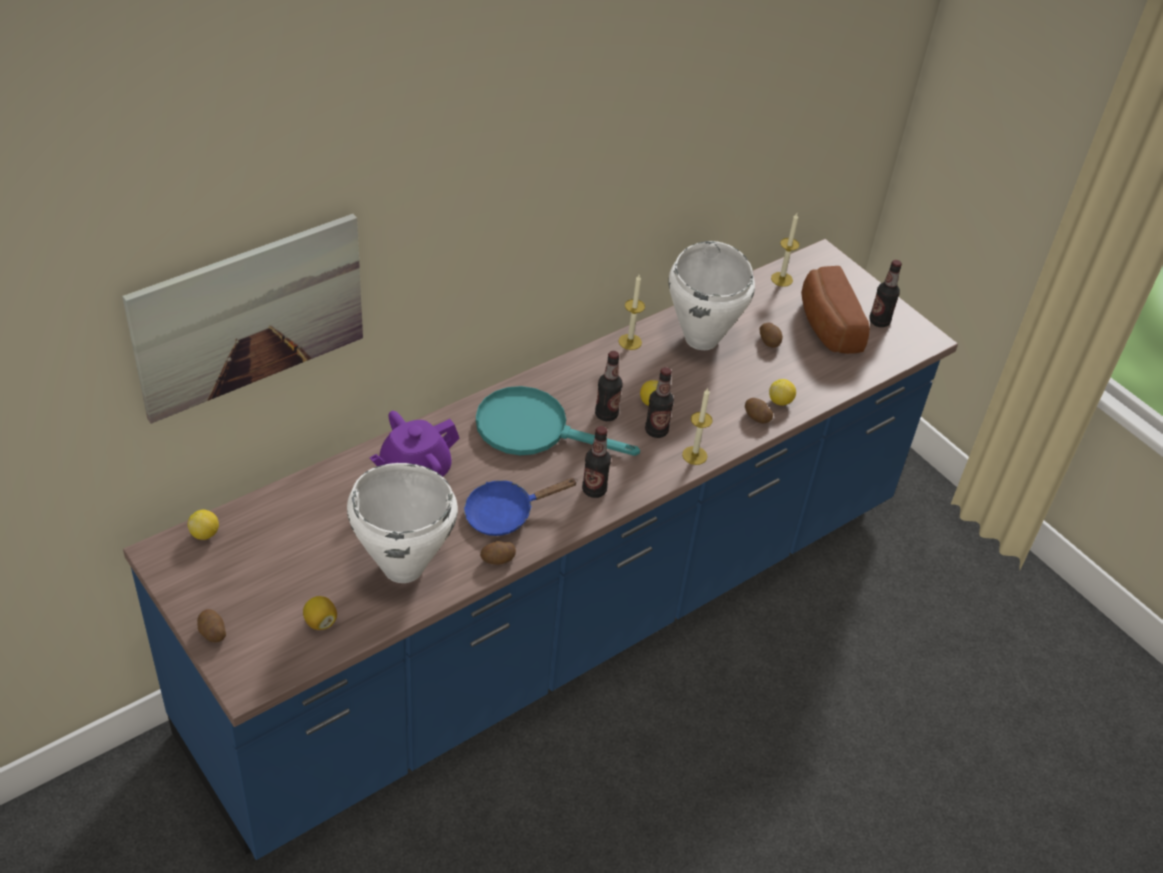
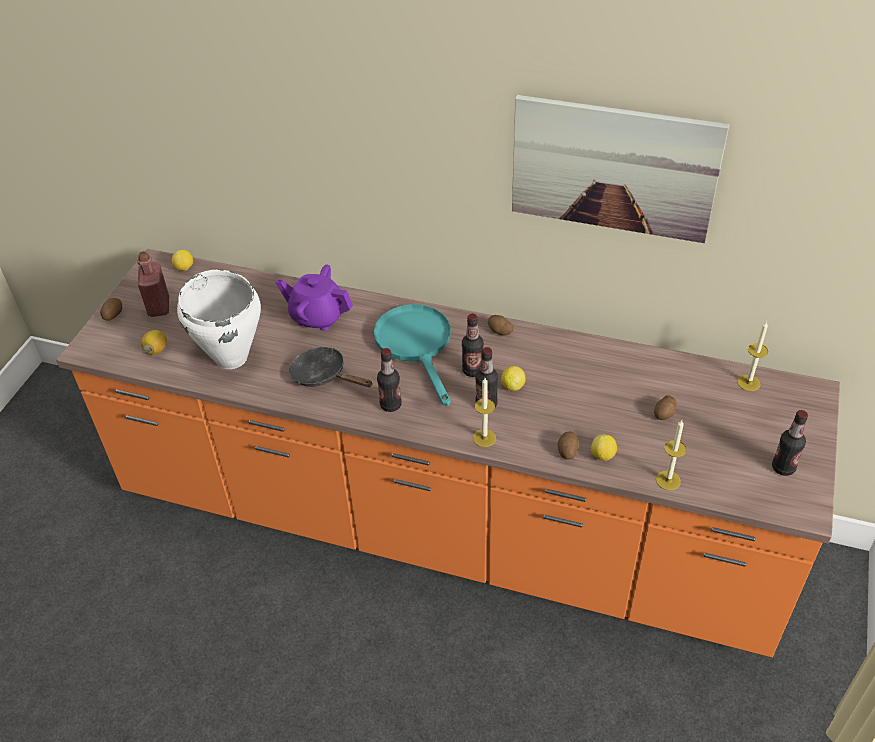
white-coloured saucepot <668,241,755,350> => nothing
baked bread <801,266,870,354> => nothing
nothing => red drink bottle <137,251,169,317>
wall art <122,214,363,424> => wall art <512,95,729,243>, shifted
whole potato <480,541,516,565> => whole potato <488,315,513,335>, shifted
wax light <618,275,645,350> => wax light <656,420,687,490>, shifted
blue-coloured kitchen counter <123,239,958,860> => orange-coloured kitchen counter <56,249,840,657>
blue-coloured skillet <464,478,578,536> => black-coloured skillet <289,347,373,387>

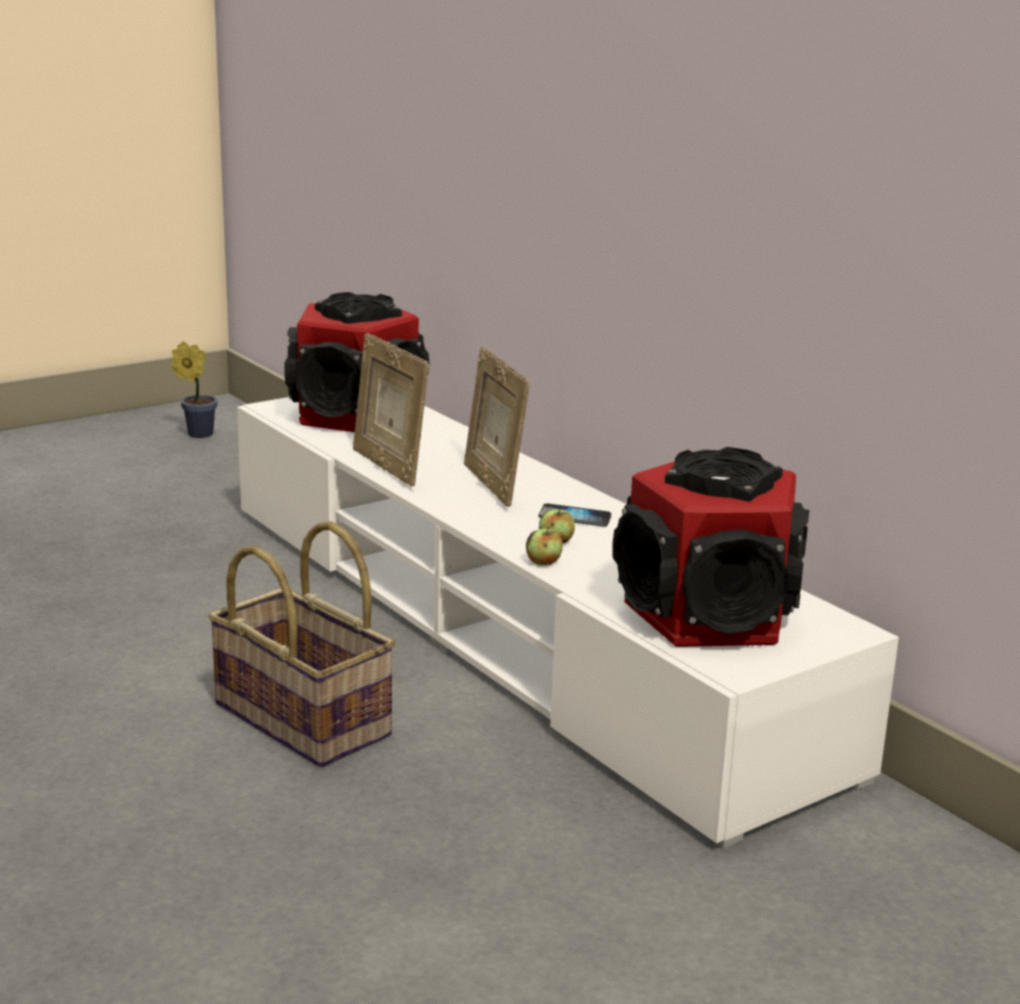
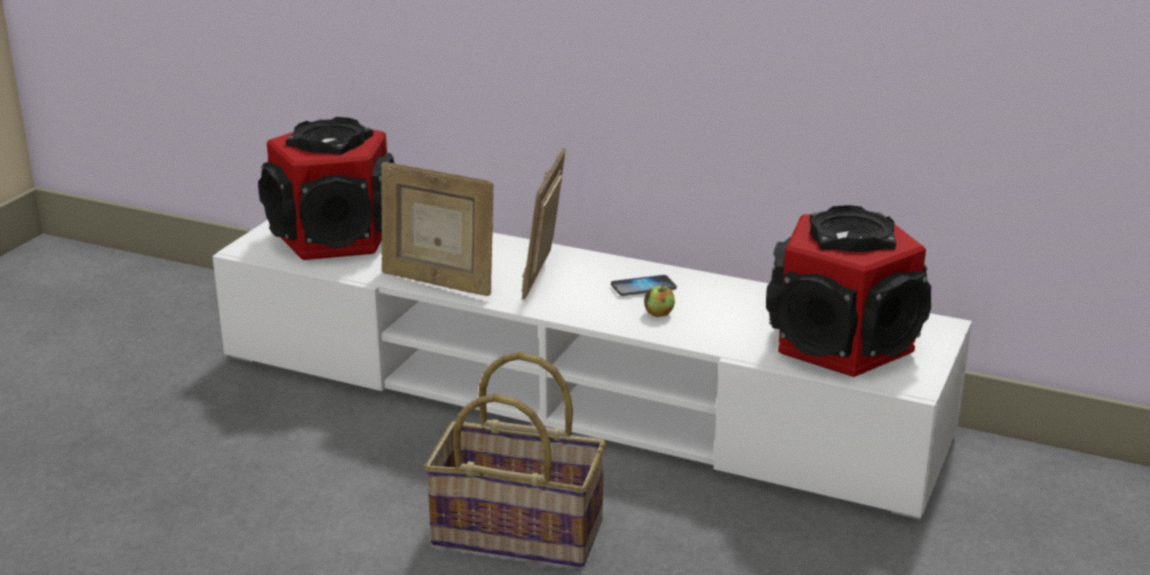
plant in a pot <170,341,218,438> => nothing
apple <526,526,563,565> => nothing
standing frame <464,346,530,507> => standing frame <521,148,565,300>, 60 degrees clockwise

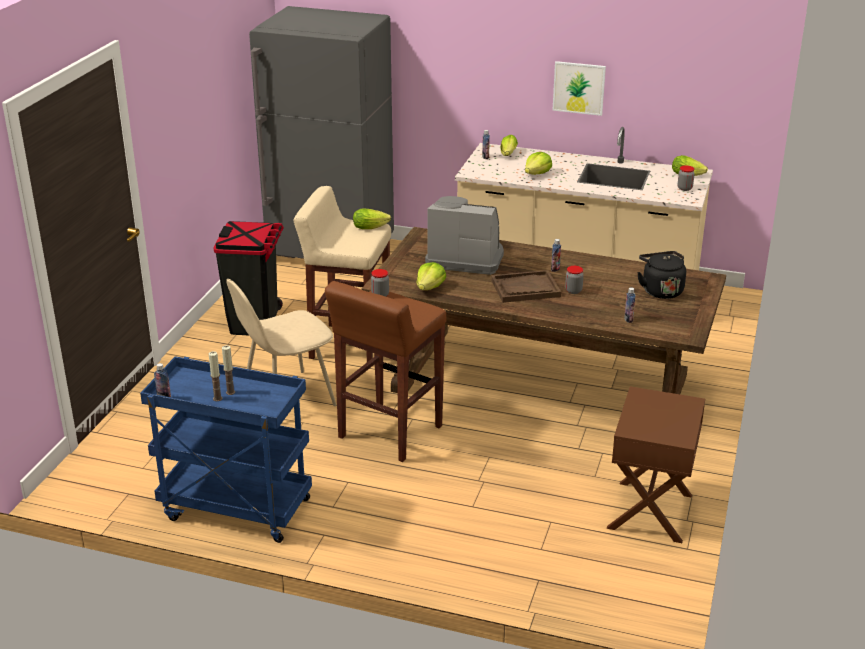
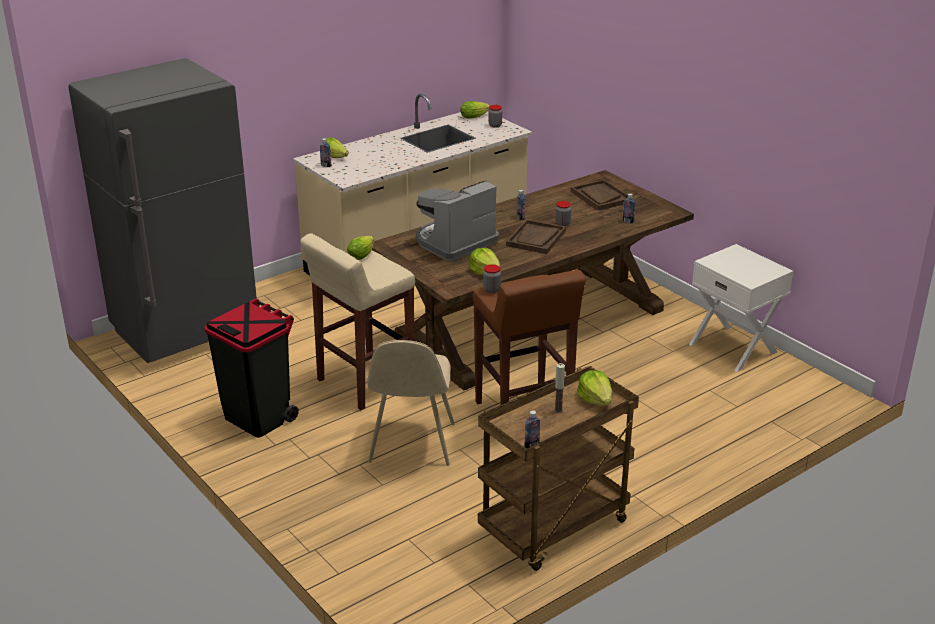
wax light <209,351,222,401> => nothing
wall art <552,61,606,116> => nothing
lettuce <525,152,552,175> => lettuce <577,370,612,406>, shifted
black-coloured kettle <637,251,686,299> => brown tray <570,179,628,211>
blue-coloured wheeled cart <140,356,312,543> => brown wheeled cart <478,366,639,571>
brown nightstand <607,386,705,543> => white-coloured nightstand <689,244,793,372>

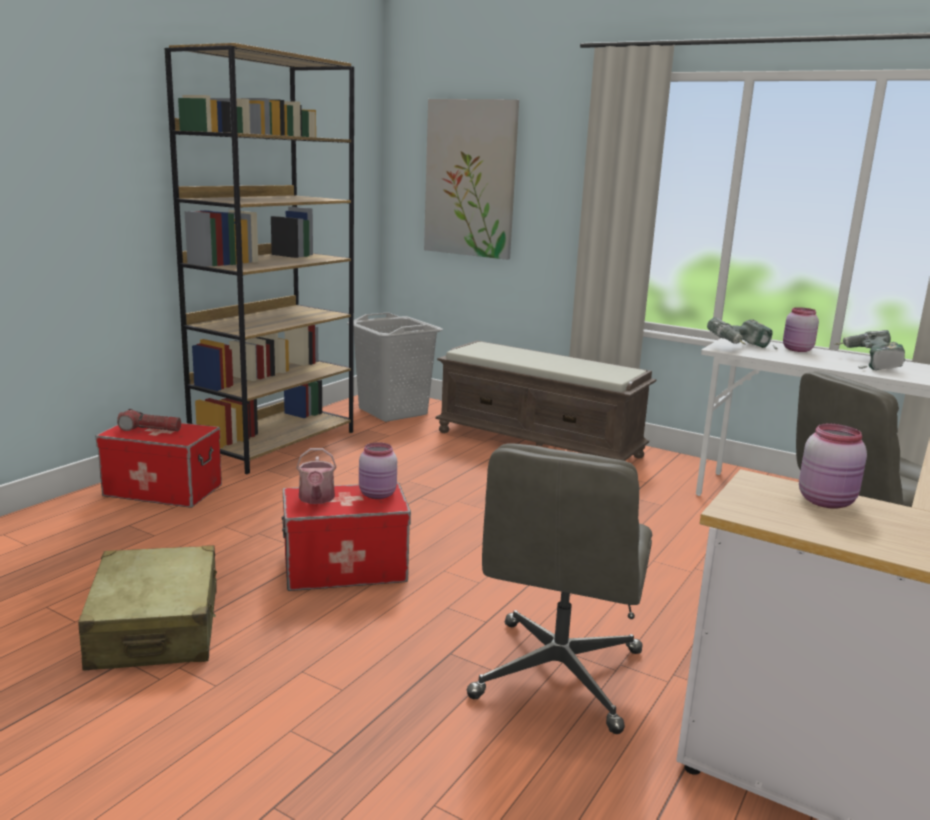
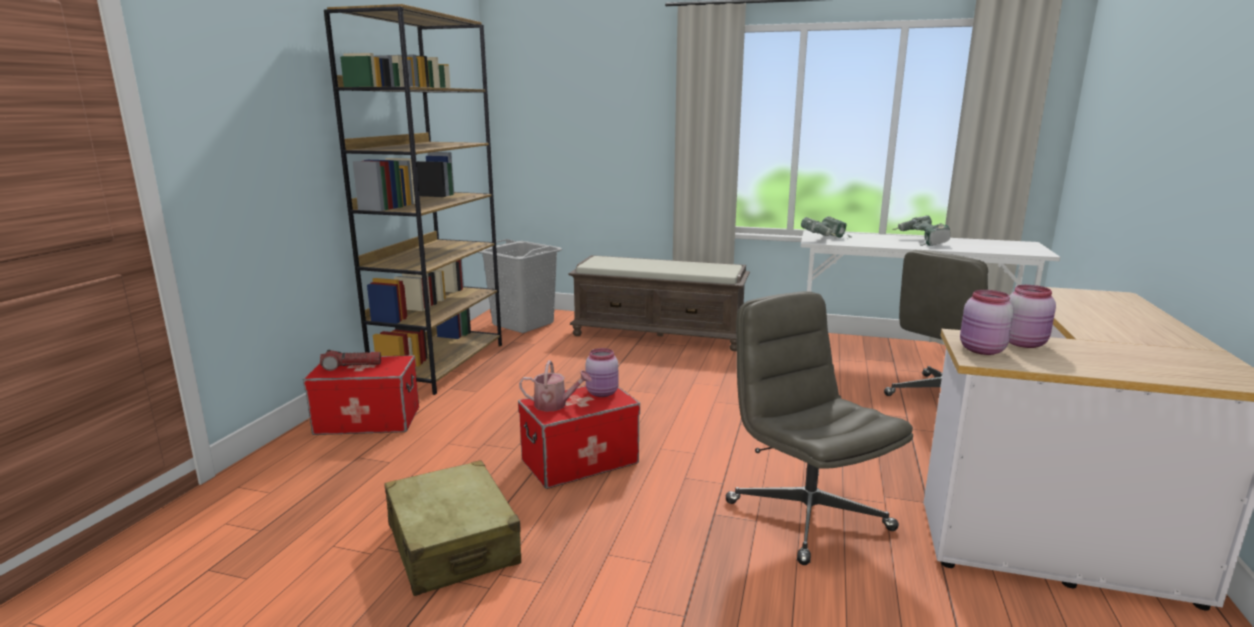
wall art <424,99,519,260> => nothing
pink-coloured jar <783,307,819,352> => pink-coloured jar <960,290,1014,355>, shifted
watering can <296,448,337,504> => watering can <519,360,592,412>, 60 degrees counterclockwise
gray computer chair <467,443,652,734> => gray computer chair <725,291,913,565>, 150 degrees clockwise

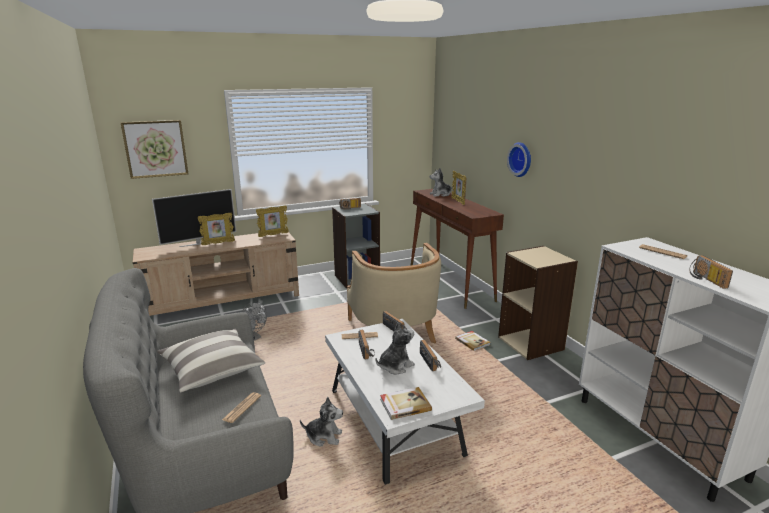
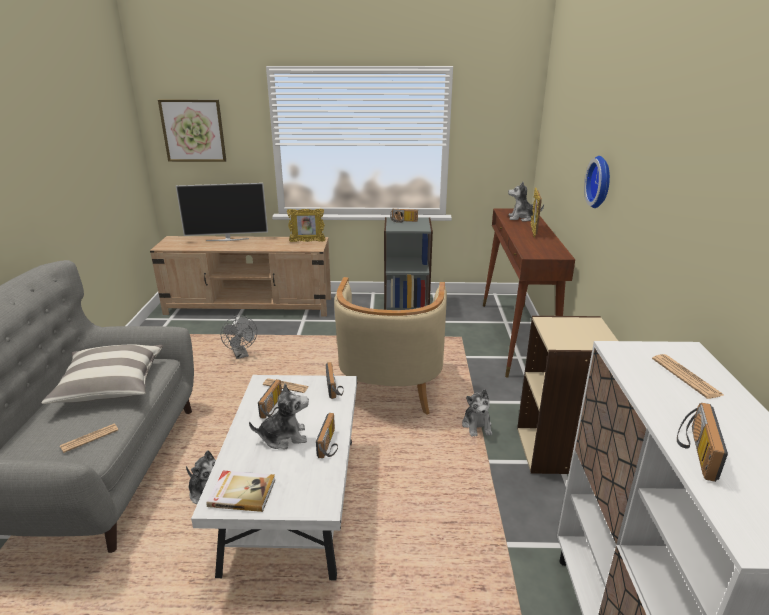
standing frame <198,213,235,245> => nothing
volume <455,331,491,351> => cuddly toy <462,389,492,437>

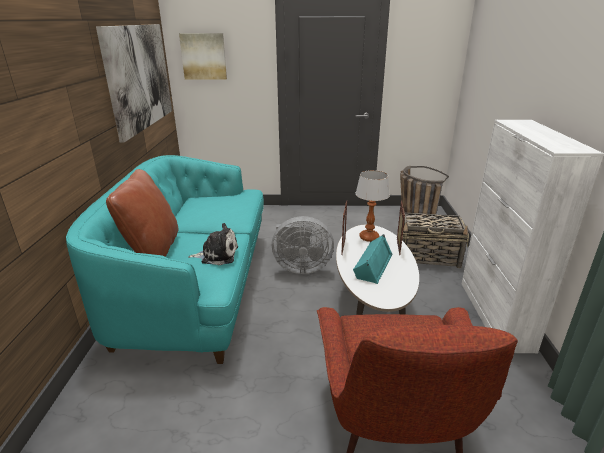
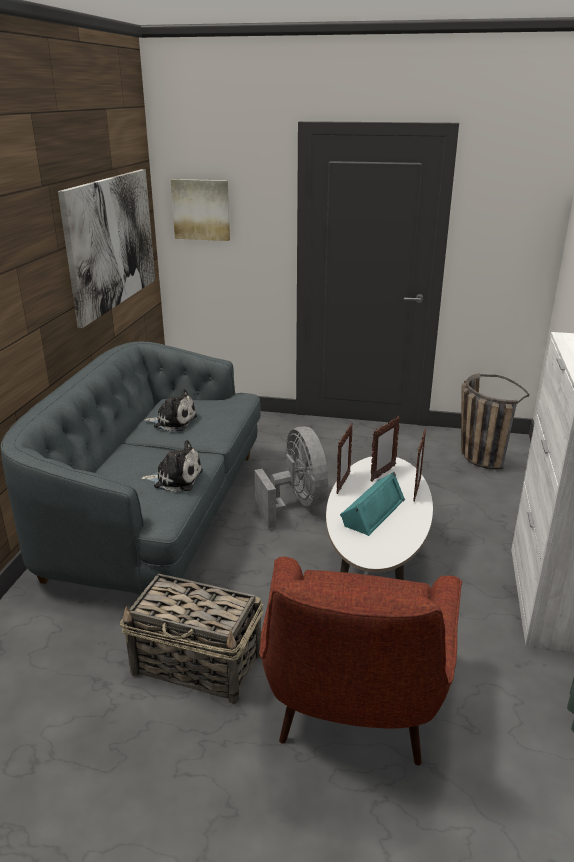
brown cushion <106,169,178,257> => nothing
nothing => cuddly toy <144,389,197,431>
basket <402,213,469,268> => basket <120,574,263,704>, shifted
table lamp <356,170,390,242> => standing frame <370,416,400,482>
turquoise settee <66,155,264,364> => gray settee <1,342,261,595>
gray cooling fan <272,216,334,274> => gray cooling fan <254,427,328,528>, 120 degrees counterclockwise

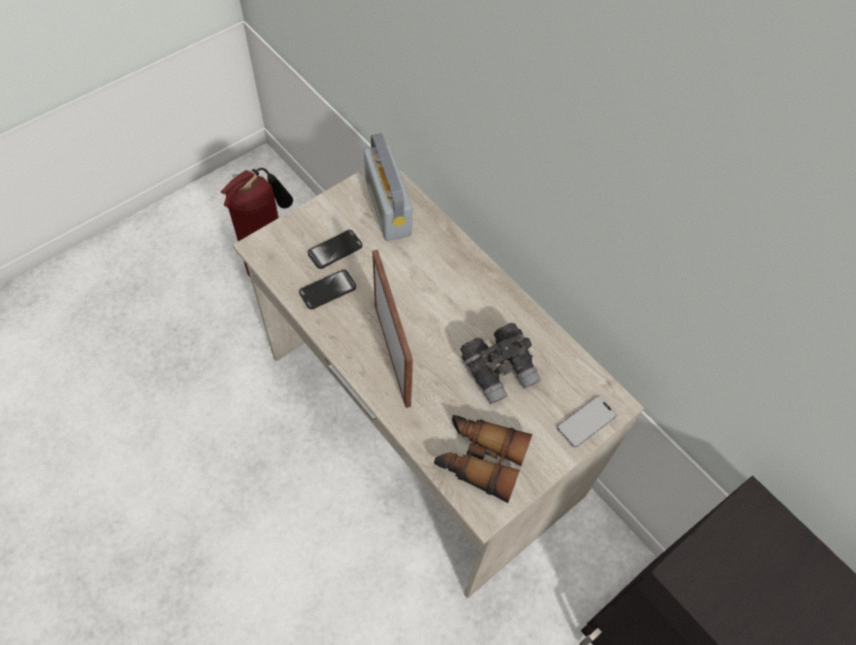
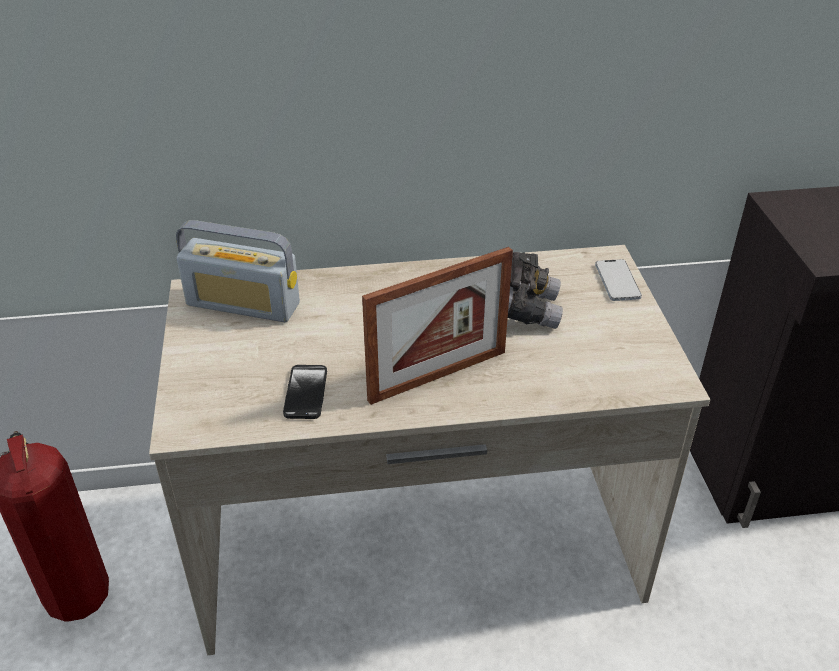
phone <308,230,362,269> => nothing
pair of binoculars <434,415,532,503> => nothing
standing frame <372,250,413,408> => standing frame <362,247,513,405>, 135 degrees clockwise

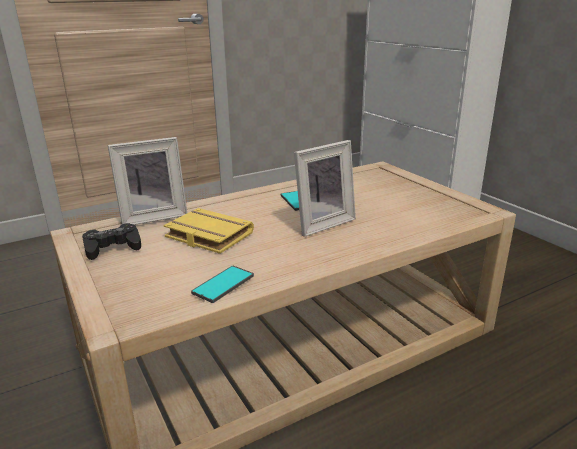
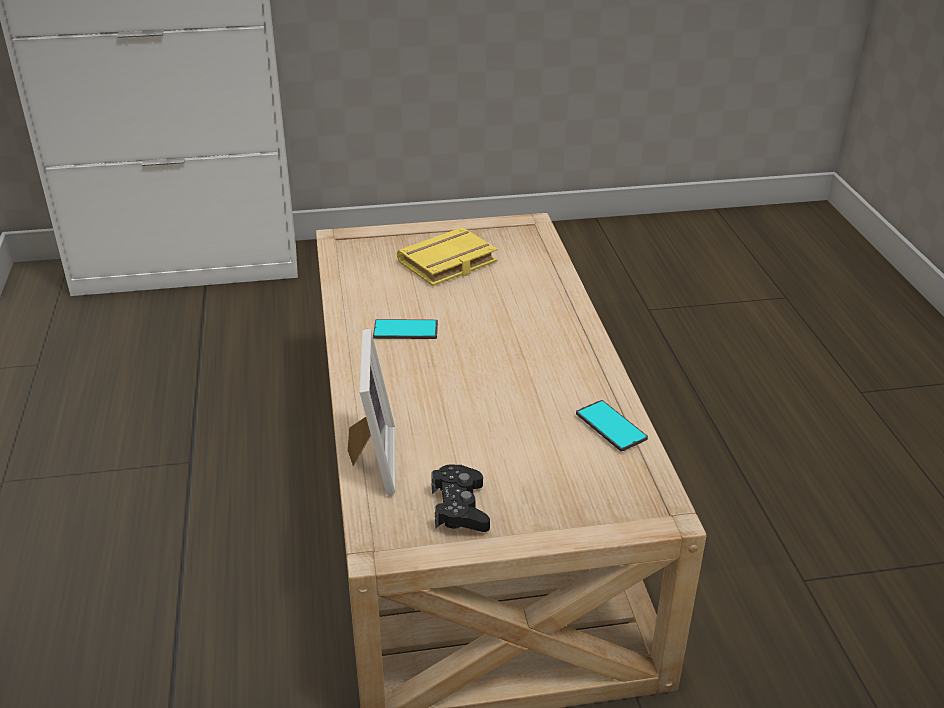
standing frame <294,140,356,237> => nothing
yellow-coloured volume <163,208,254,254> => yellow-coloured volume <397,227,498,286>, shifted

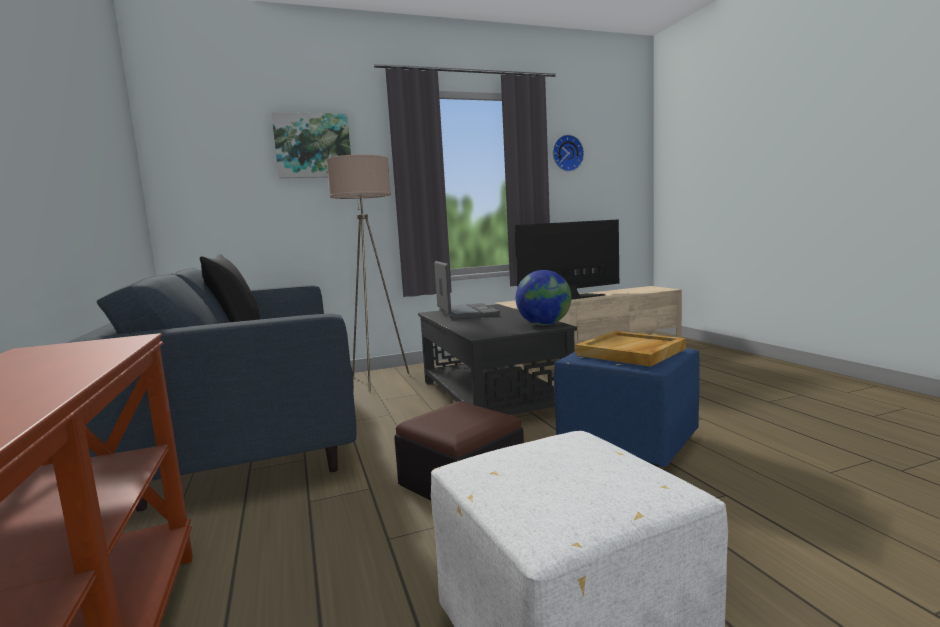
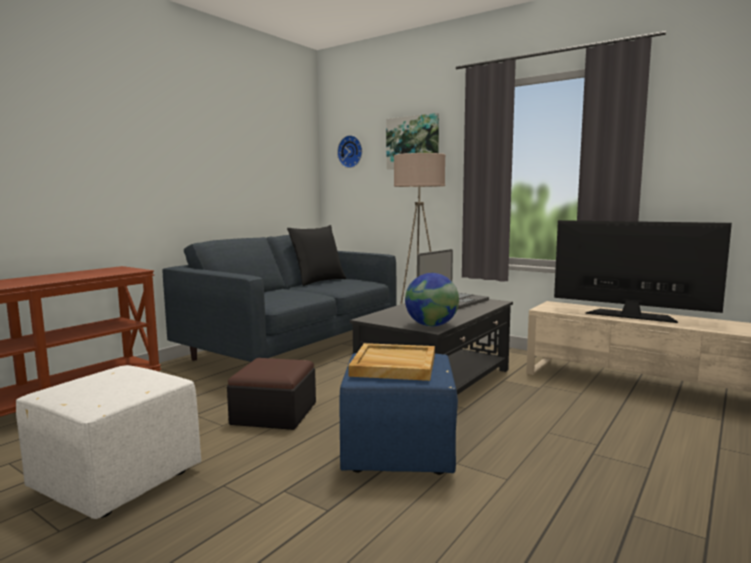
hanging clock <553,135,584,172> => hanging clock <337,135,362,168>, shifted

